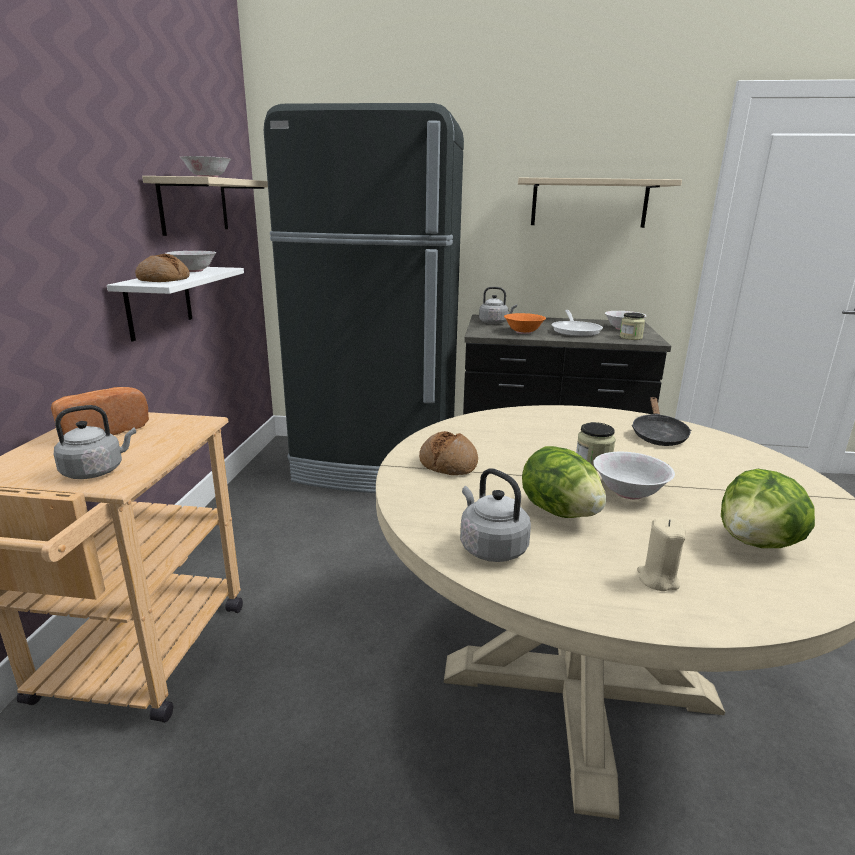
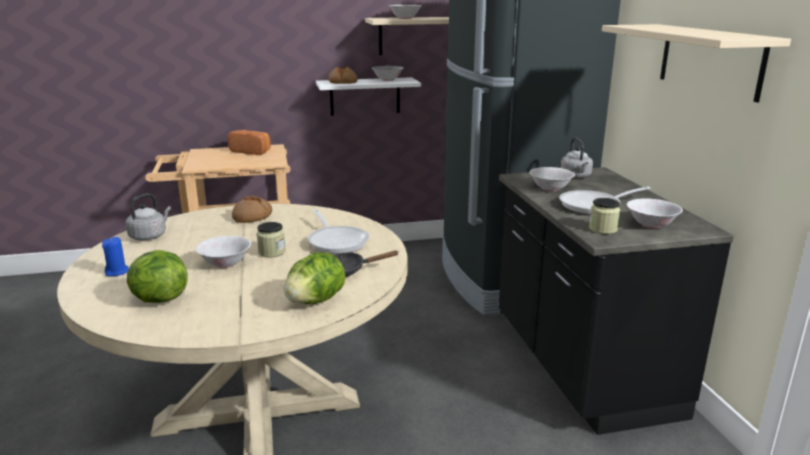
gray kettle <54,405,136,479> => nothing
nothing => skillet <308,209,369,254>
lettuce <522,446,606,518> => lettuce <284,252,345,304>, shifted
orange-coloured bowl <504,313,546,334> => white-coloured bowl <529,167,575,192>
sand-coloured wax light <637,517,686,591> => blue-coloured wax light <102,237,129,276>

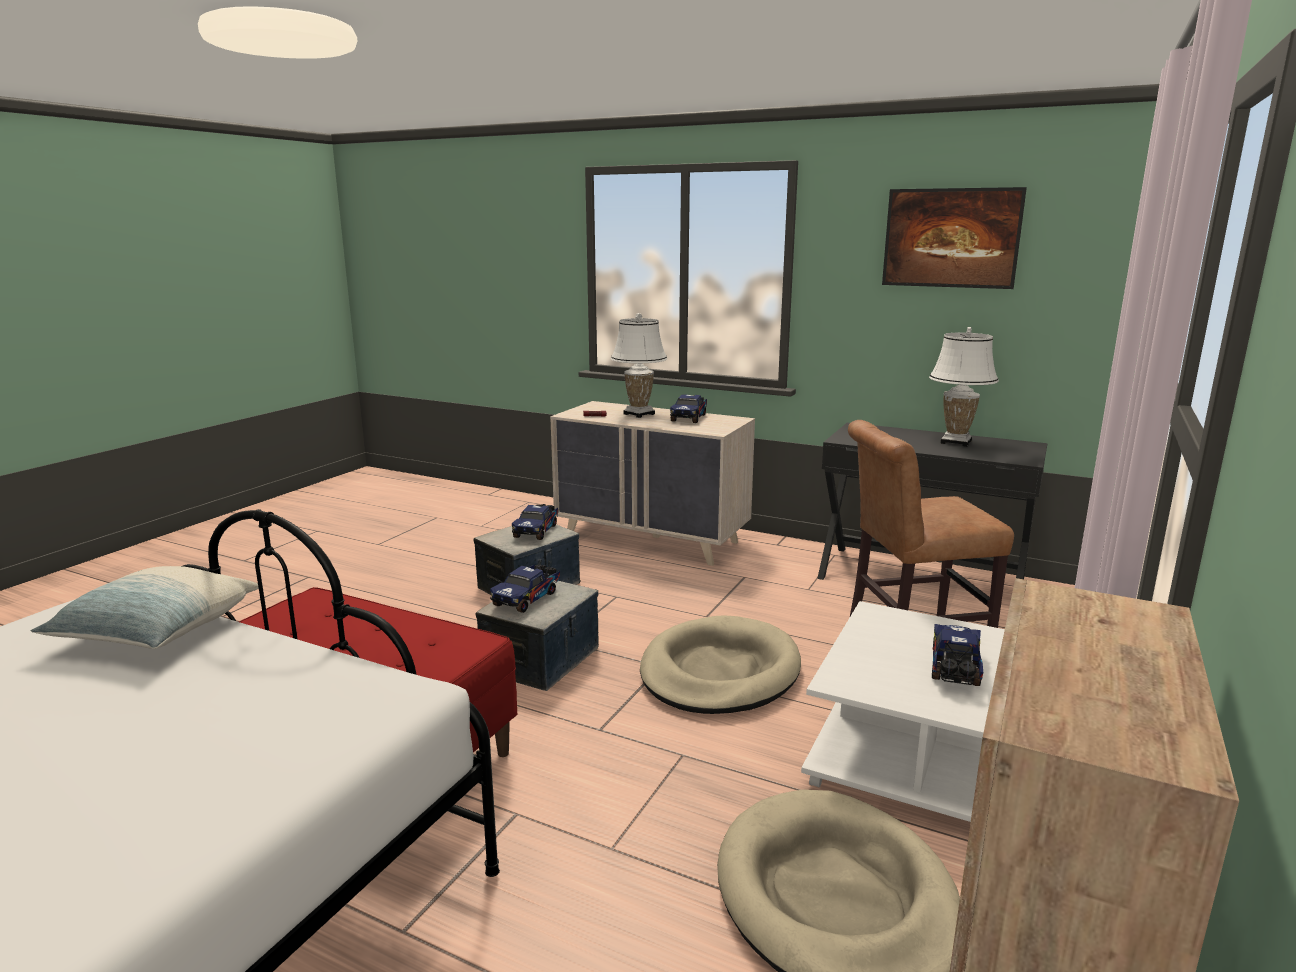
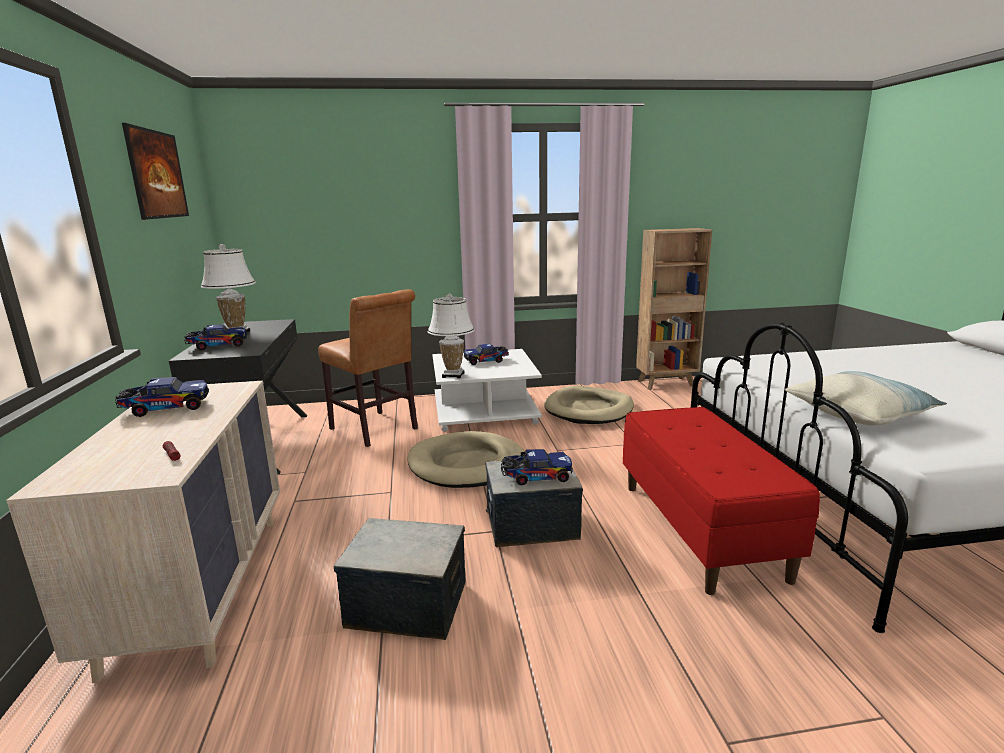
model truck <512,504,558,540> => model truck <184,324,247,351>, shifted
white-coloured table lamp <611,313,667,418> => white-coloured table lamp <428,294,474,379>, shifted

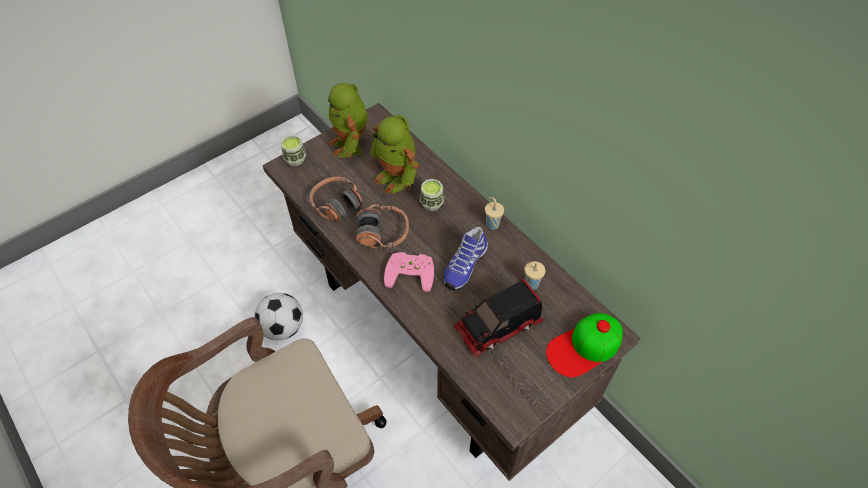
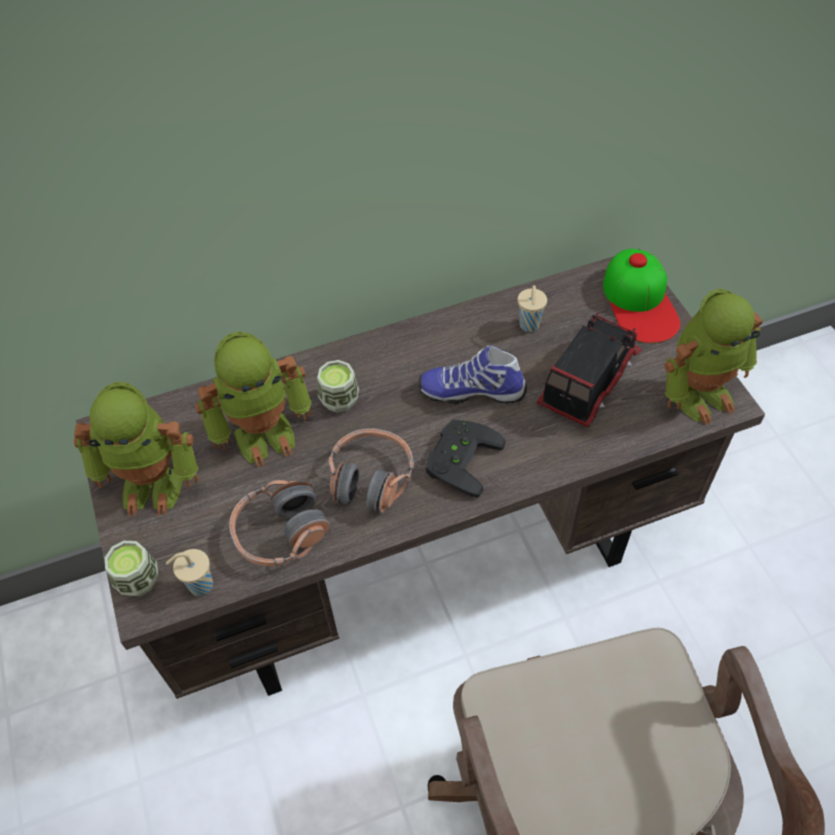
football <254,293,303,340> => nothing
nothing => toy robot <664,288,763,425>
sand-coloured small cup <485,197,504,230> => sand-coloured small cup <166,549,213,596>, shifted
pink-coloured joypad <384,252,434,292> => black-coloured joypad <426,420,506,498>
item of footwear <444,227,488,291> => item of footwear <419,345,527,404>, 135 degrees clockwise
model truck <454,278,543,358> => model truck <536,312,642,427>, 135 degrees counterclockwise

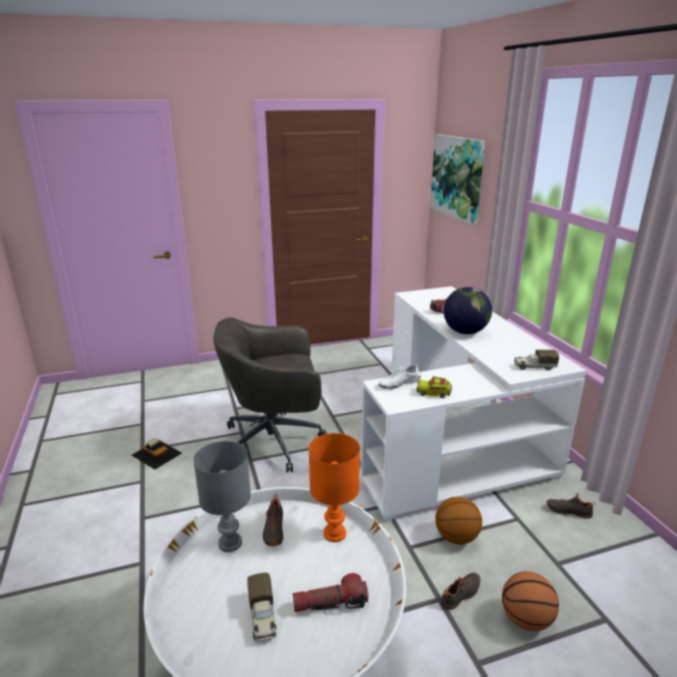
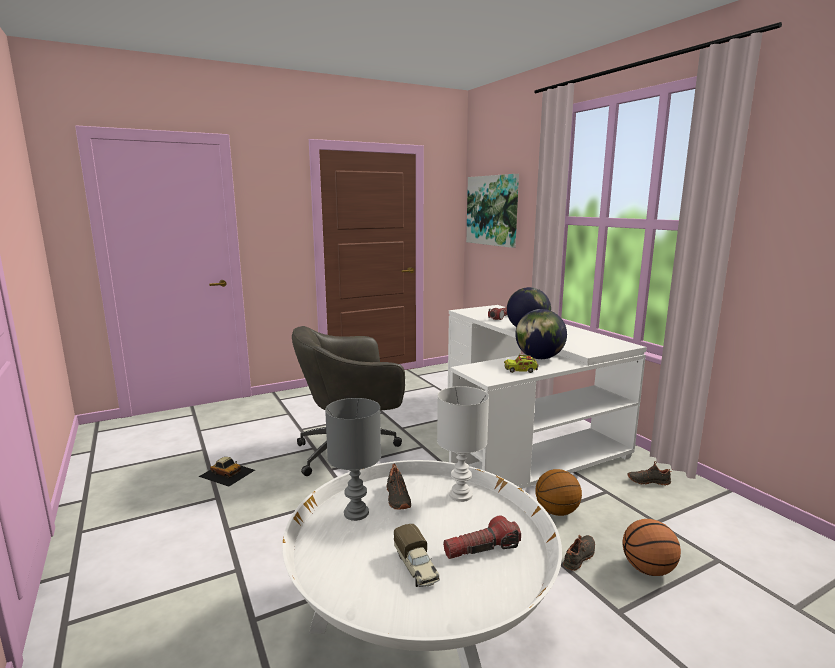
white-coloured item of footwear <378,364,421,389> => nothing
model truck <514,350,559,370> => nothing
nothing => world globe <515,309,567,359>
orange-coloured table lamp <309,433,360,542> => white-coloured table lamp <437,386,489,502>

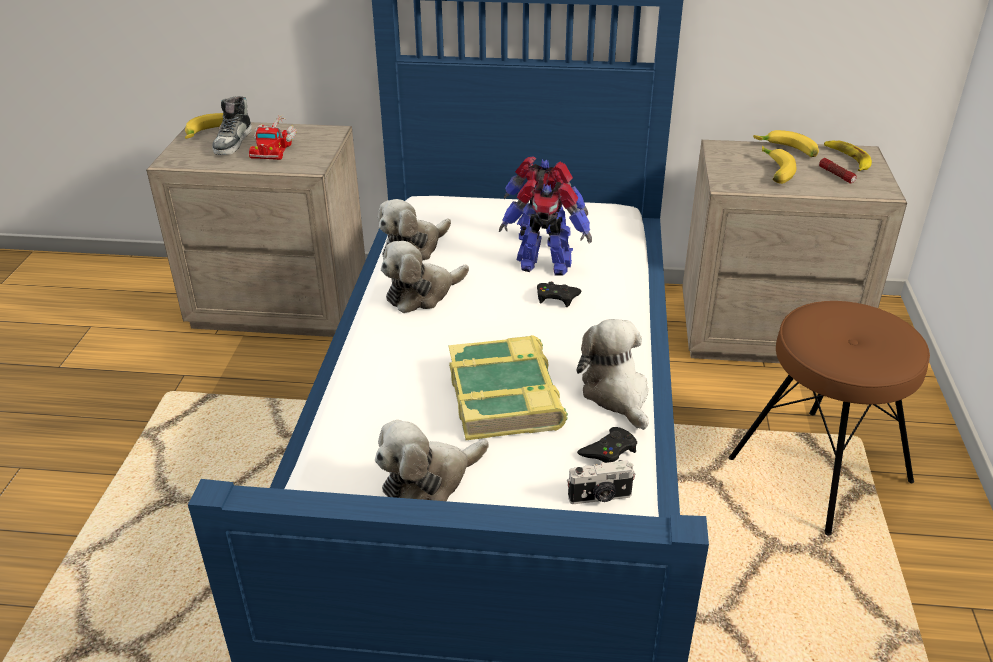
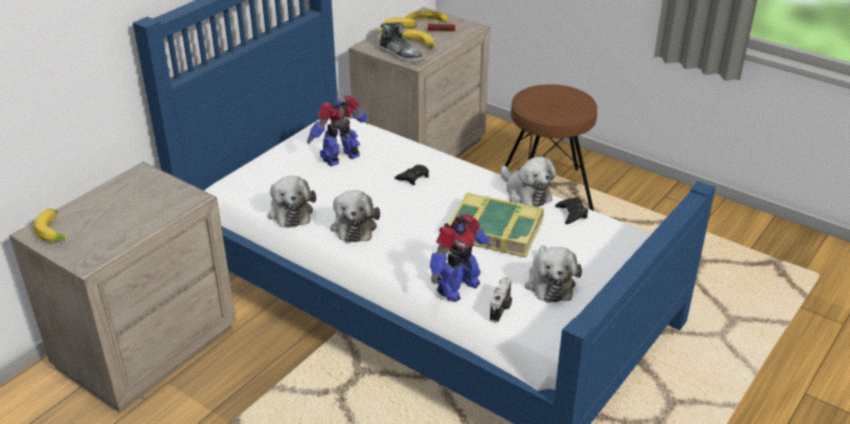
model truck <249,115,297,160> => nothing
item of footwear <212,96,252,155> => item of footwear <379,22,422,62>, shifted
toy robot <499,179,592,276> => toy robot <430,214,491,302>, shifted
photo camera <567,460,636,504> => photo camera <490,277,512,323>, shifted
cuddly toy <577,319,649,430> => cuddly toy <501,156,556,207>, 135 degrees counterclockwise

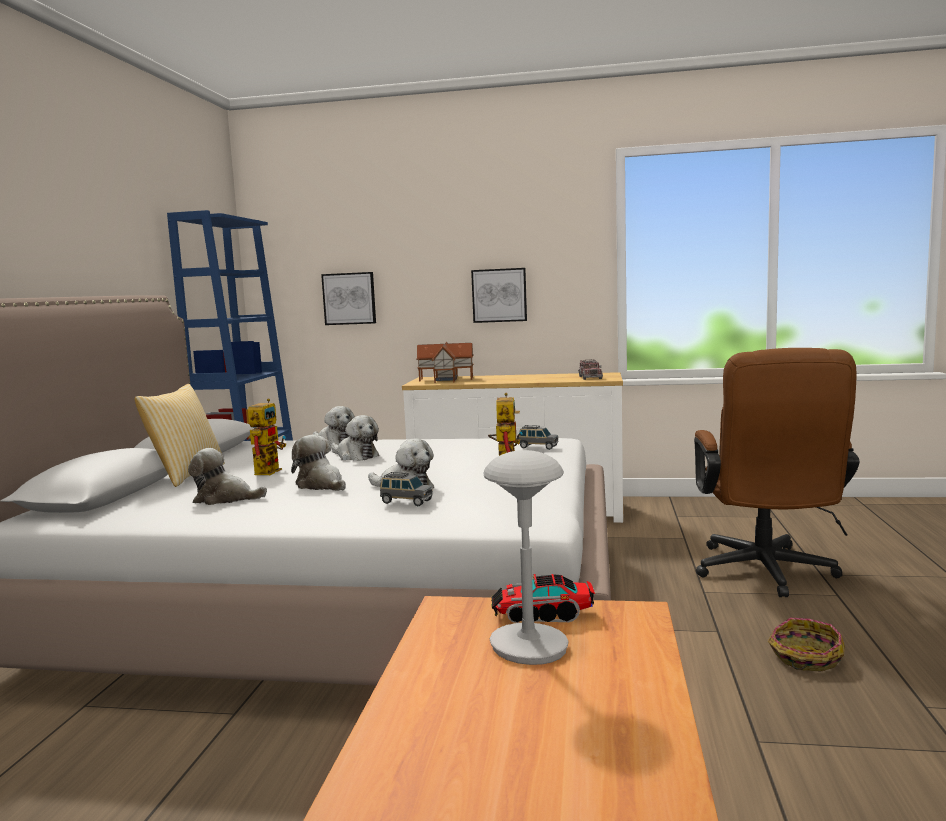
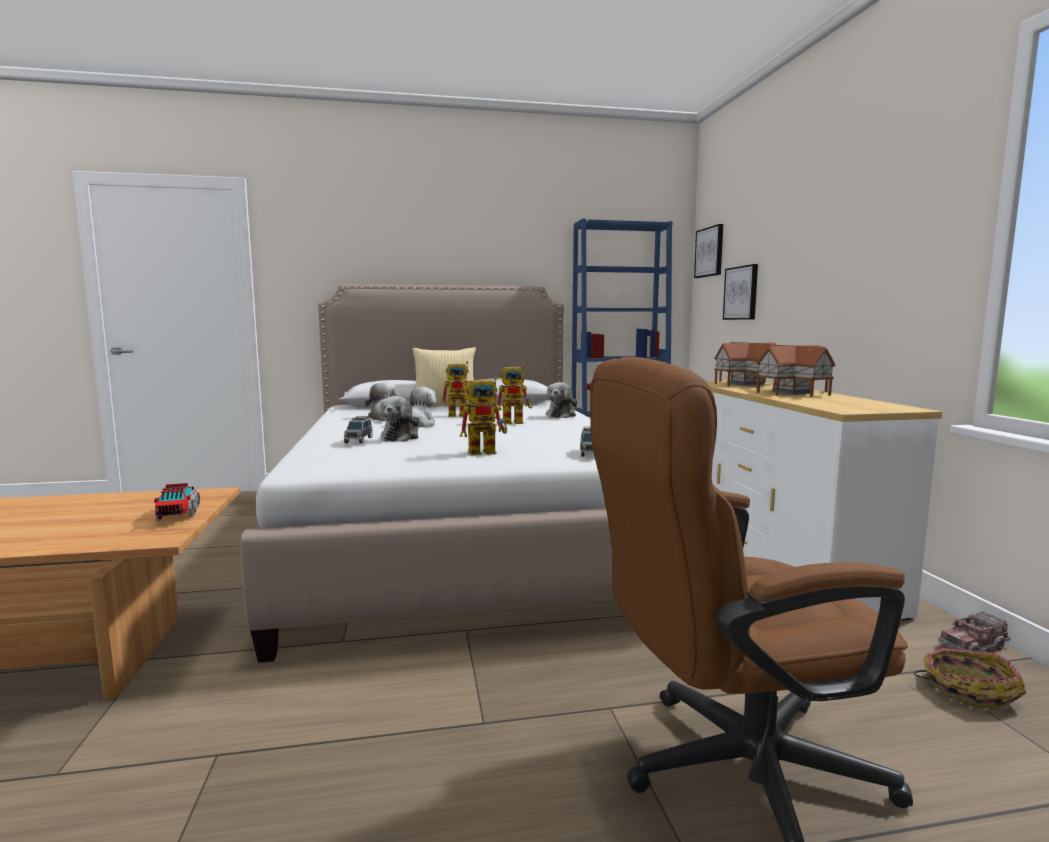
gray table lamp <483,450,569,665> => nothing
nothing => model house <756,345,836,397>
wall art <471,268,527,323> => wall art <694,224,723,278>, shifted
model truck <578,359,603,380> => model truck <938,612,1011,651>, shifted
basket <768,618,845,672> => basket <914,648,1026,710>, shifted
cuddly toy <331,415,379,461> => toy robot <497,364,533,424>

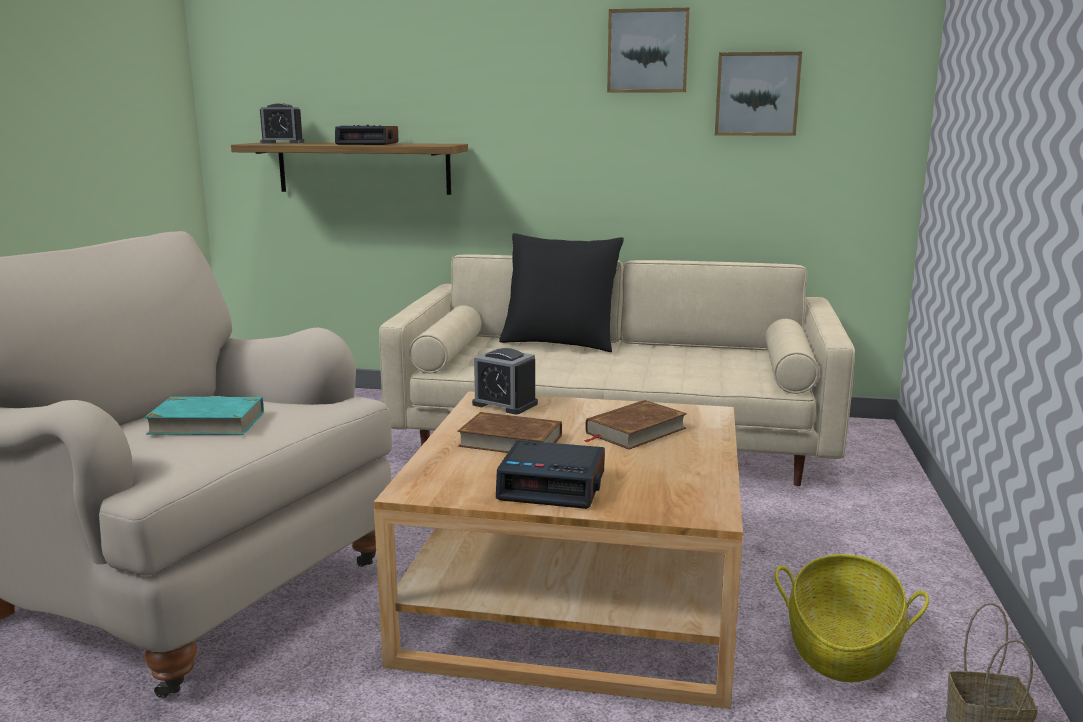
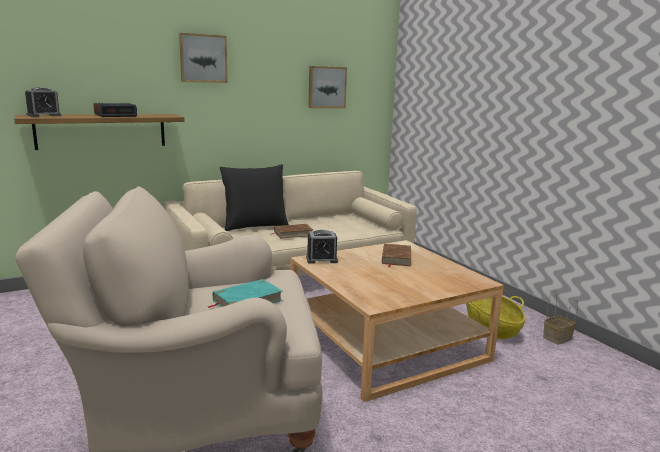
bedside clock <496,440,605,509> => nothing
brown volume <457,412,562,453> => brown volume <273,224,313,239>, shifted
wall art <607,8,690,93> => wall art <179,33,228,83>, shifted

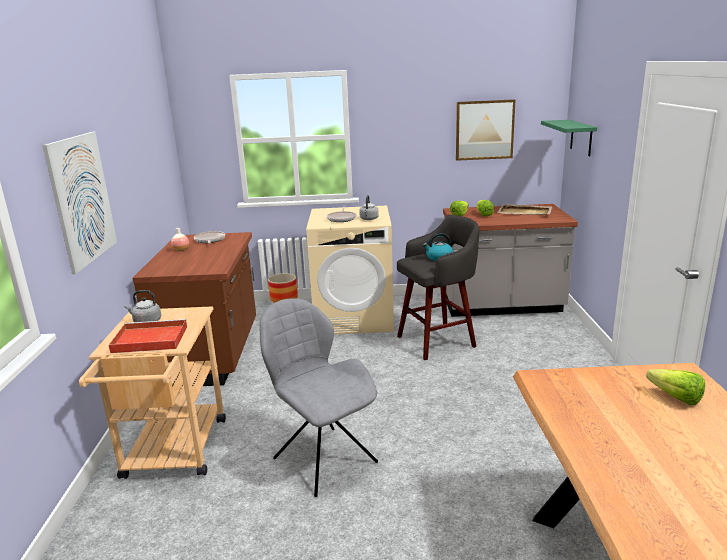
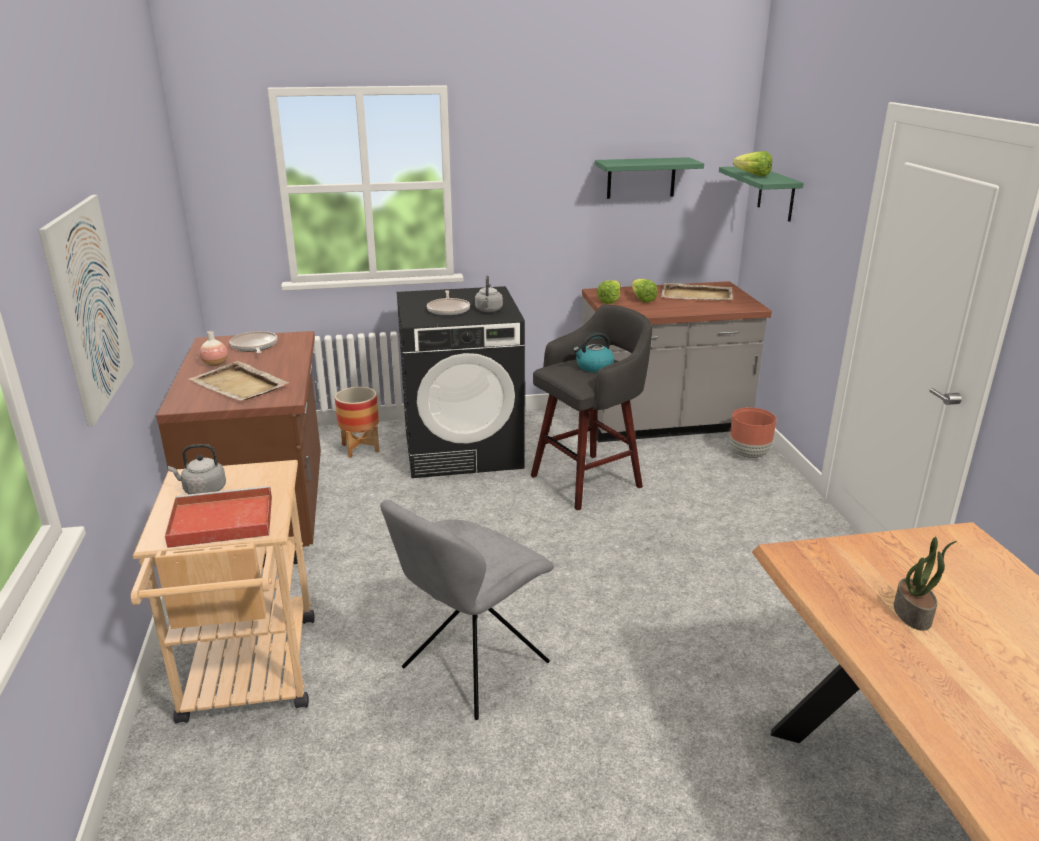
nothing => sand-coloured tray <188,361,290,401>
nothing => brown plant pot <730,408,777,459>
nothing => plant in a pot <894,536,957,631>
lettuce <646,369,705,405> => lettuce <733,151,772,177>, shifted
wall art <456,99,515,161> => greenish bracket shelf <595,157,704,199>
sand-coloured washing machine <306,206,394,335> => black-coloured washing machine <397,286,525,478>
gray plain chair <259,298,378,497> => gray plain chair <380,500,554,720>, 90 degrees counterclockwise

